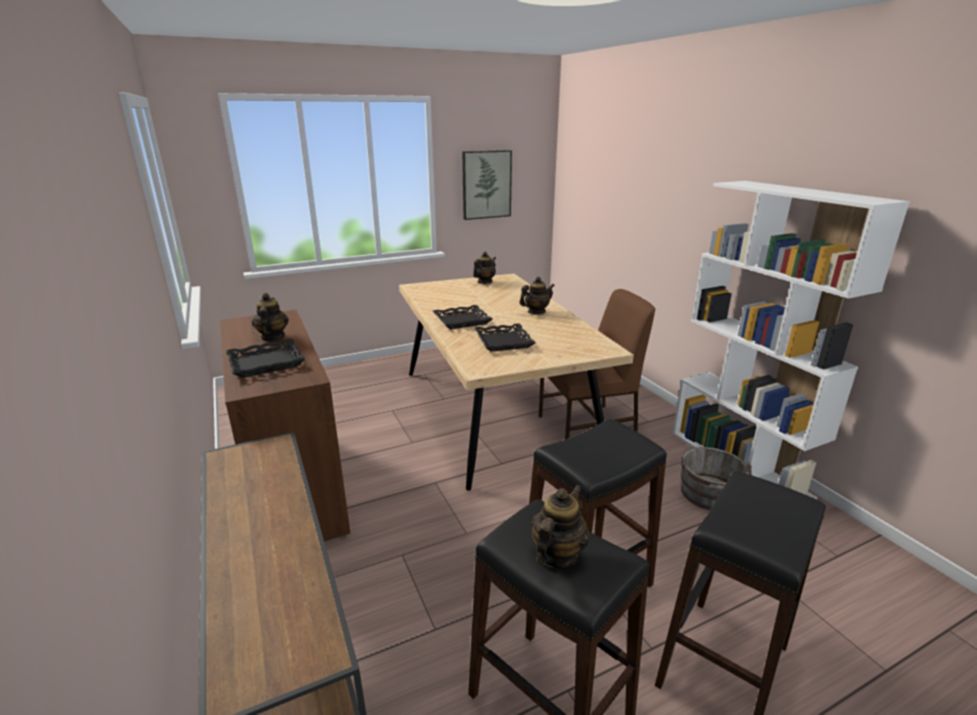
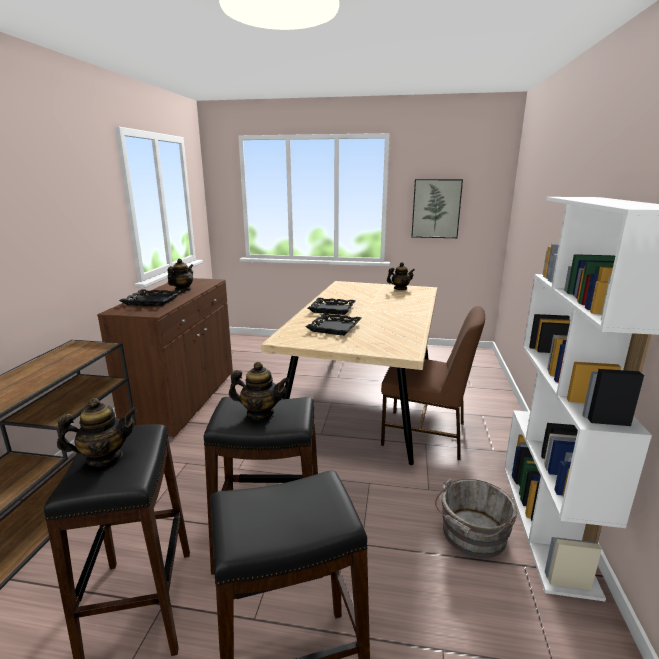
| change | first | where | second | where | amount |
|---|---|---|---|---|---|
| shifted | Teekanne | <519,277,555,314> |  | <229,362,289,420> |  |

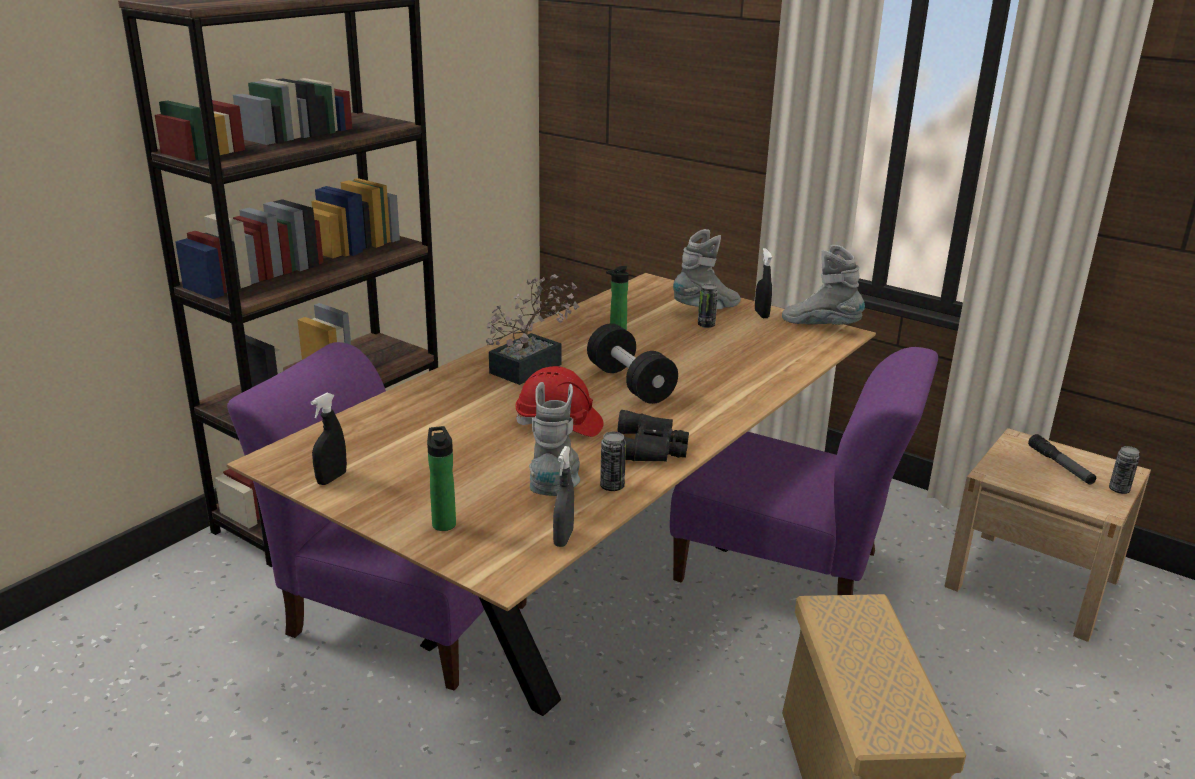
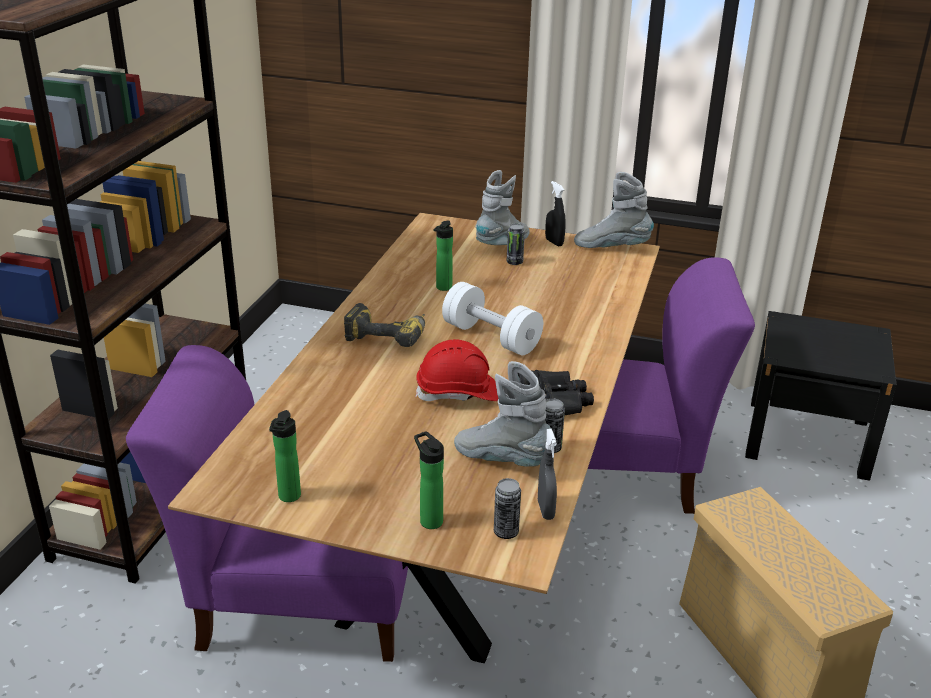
| change | first | where | second | where | amount |
|---|---|---|---|---|---|
| gone | Taschenlampe | <1028,434,1096,484> |  |  |  |
| shifted | Dose | <1109,446,1140,494> |  | <494,478,521,539> |  |
| swapped | Sprühflasche (schwarz) | <310,393,347,485> | Flasche | <269,410,301,502> |  |
| swapped | Topfpflanze | <486,274,580,385> | Bohrmaschine | <344,303,425,347> |  |
| repainted | Hantel (schwarz) | <587,323,678,404> | Hantel (weiß) | <442,282,543,355> |  |
| repainted | Nachttisch (beige) | <945,428,1151,642> | Nachttisch (schwarz) | <745,311,896,481> |  |
| rotated | Stiefel (grau) | <529,382,580,496> |  | <454,361,555,467> | 45 degrees counterclockwise |

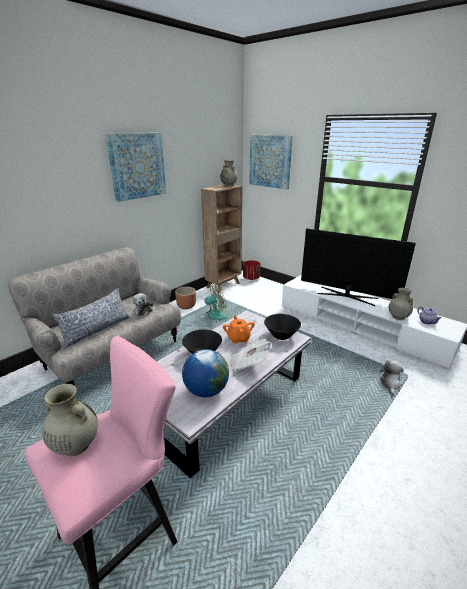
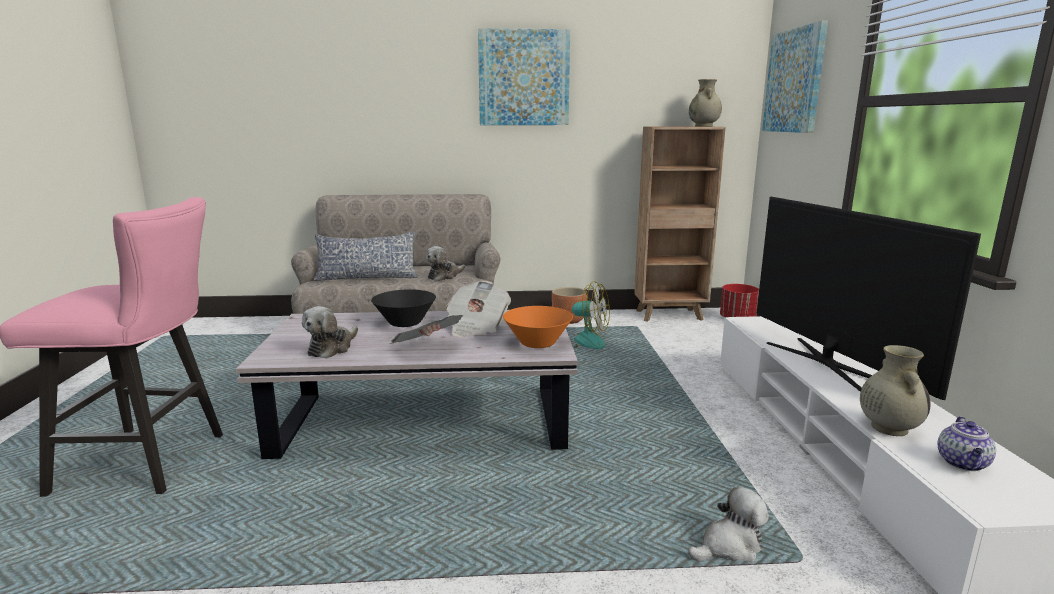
| change | first | where | second | where | amount |
|---|---|---|---|---|---|
| gone | Vase (beige) | <42,384,98,456> |  |  |  |
| swapped | Globus | <182,349,229,397> | Plüschtier | <302,306,358,359> |  |
| swapped | Teekanne (orange) | <223,316,255,344> | Zeitung | <446,281,511,337> |  |
| repainted | Schüssel (schwarz) | <264,314,301,340> | Schüssel (orange) | <503,306,573,348> |  |

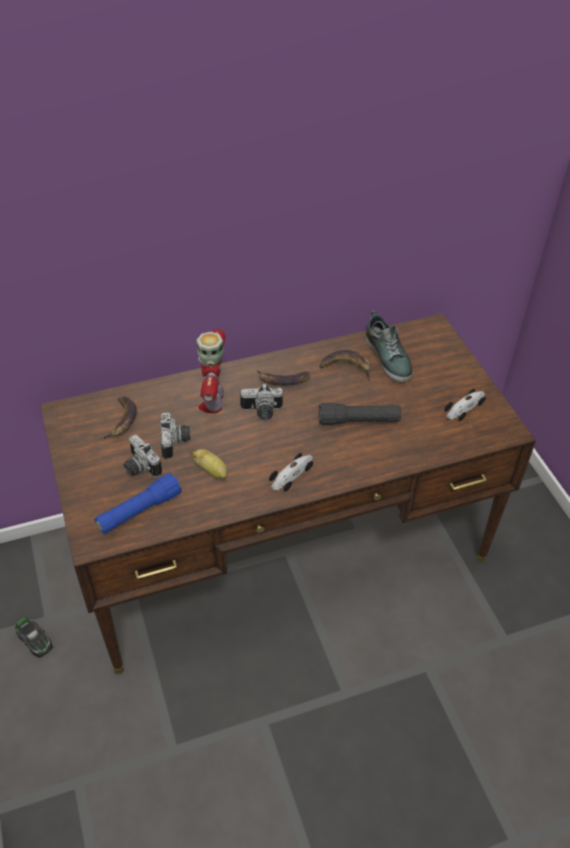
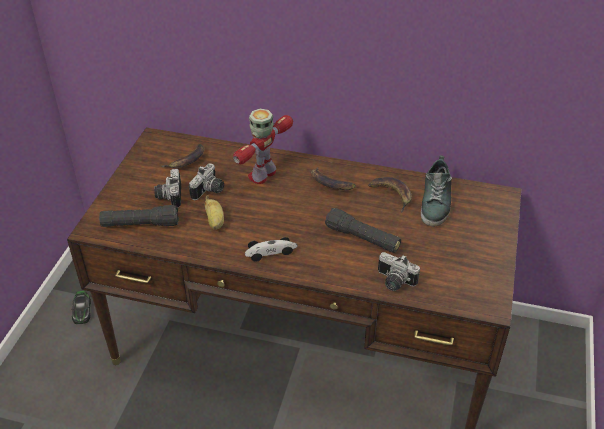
| change | first | where | second | where | amount |
|---|---|---|---|---|---|
| gone | Spielzeugauto | <445,389,486,421> |  |  |  |
| shifted | Kamera | <240,384,283,420> |  | <378,252,420,291> |  |
| repainted | Taschenlampe (blau) | <95,473,182,534> | Taschenlampe (schwarz) | <99,205,179,227> |  |

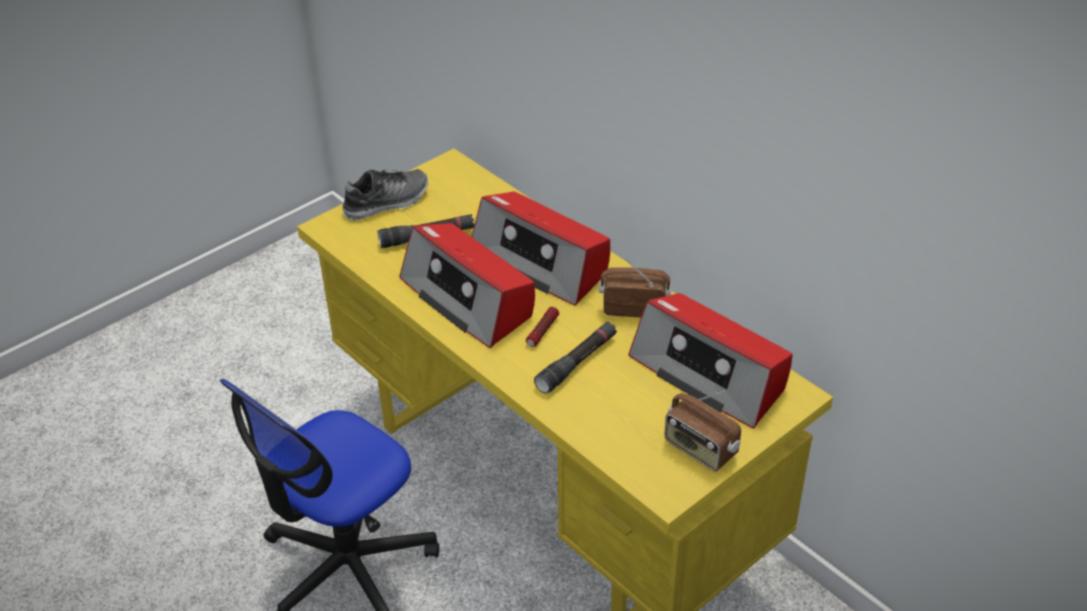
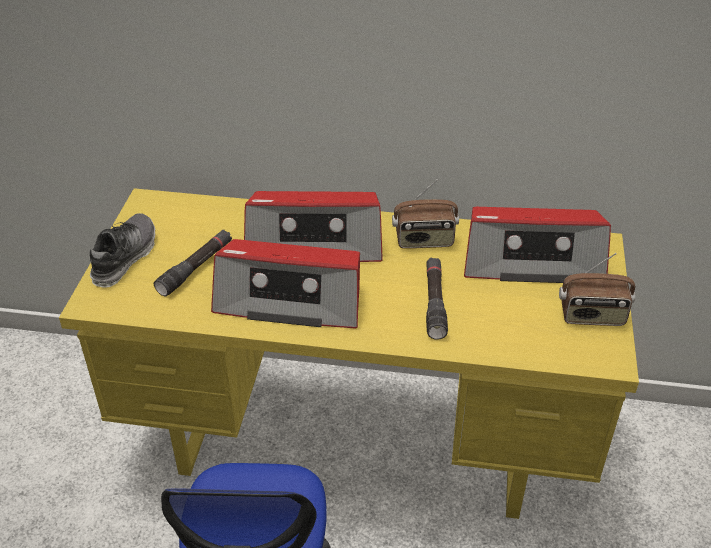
| change | first | where | second | where | amount |
|---|---|---|---|---|---|
| gone | Taschenlampe | <526,307,559,347> |  |  |  |
| rotated | Radio | <599,258,671,317> |  | <392,180,459,248> | 150 degrees counterclockwise |

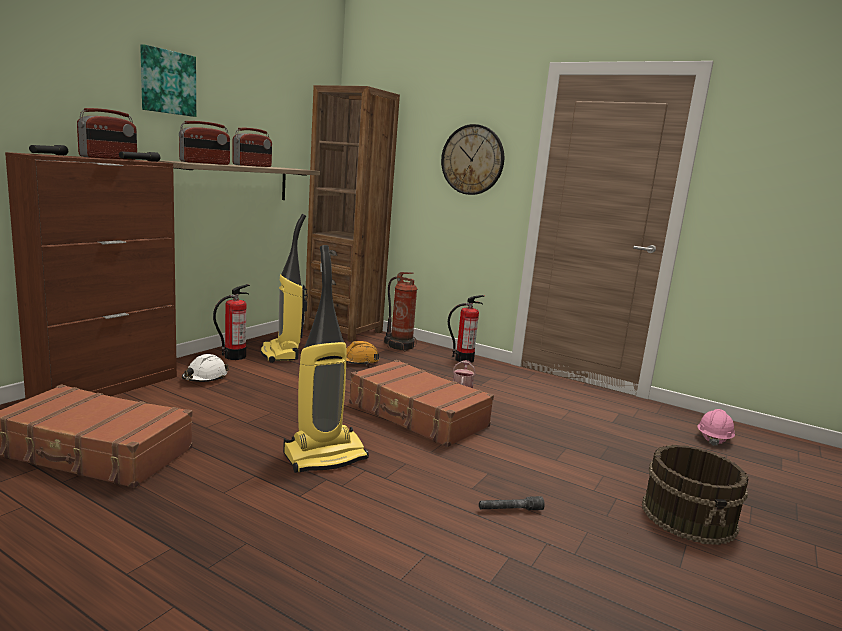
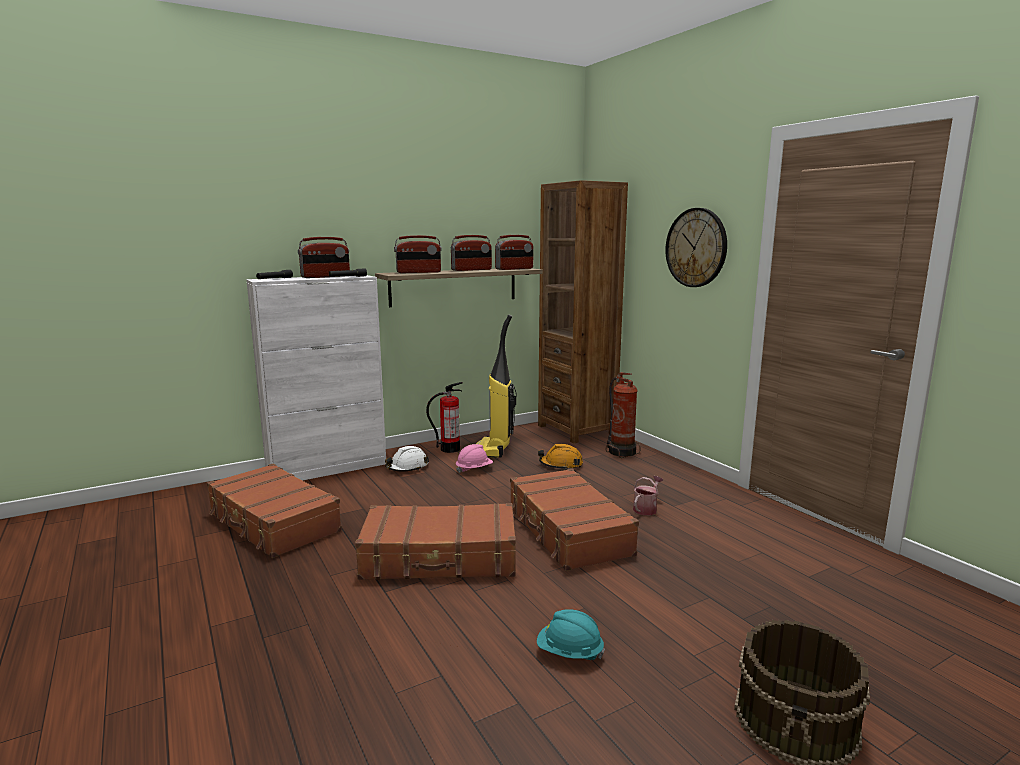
| change | first | where | second | where | amount |
|---|---|---|---|---|---|
| gone | Bild | <140,44,196,117> |  |  |  |
| gone | Feuerlöscher | <448,295,484,363> |  |  |  |
| new |  |  | Radio | <495,235,533,270> |  |
| shifted | Schutzhelm (rosa) | <697,409,735,446> |  | <456,444,493,473> |  |
| swapped | Staubsauger | <283,245,369,473> | Koffer (braun) | <355,503,516,580> |  |
| swapped | Taschenlampe (grau) | <479,496,545,510> | Schutzhelm (türkis) | <537,609,605,660> |  |
| repainted | Schrank (braun) | <5,152,177,399> | Schrank (weiß) | <246,275,386,481> |  |

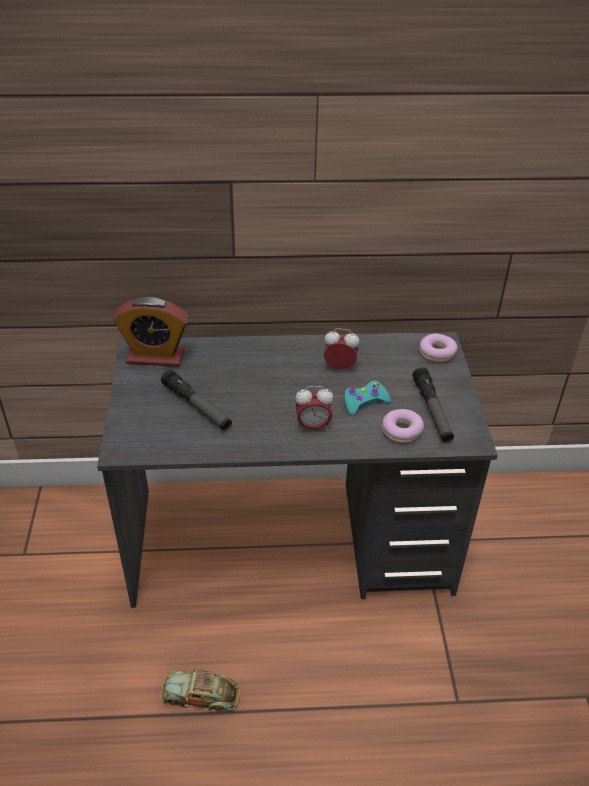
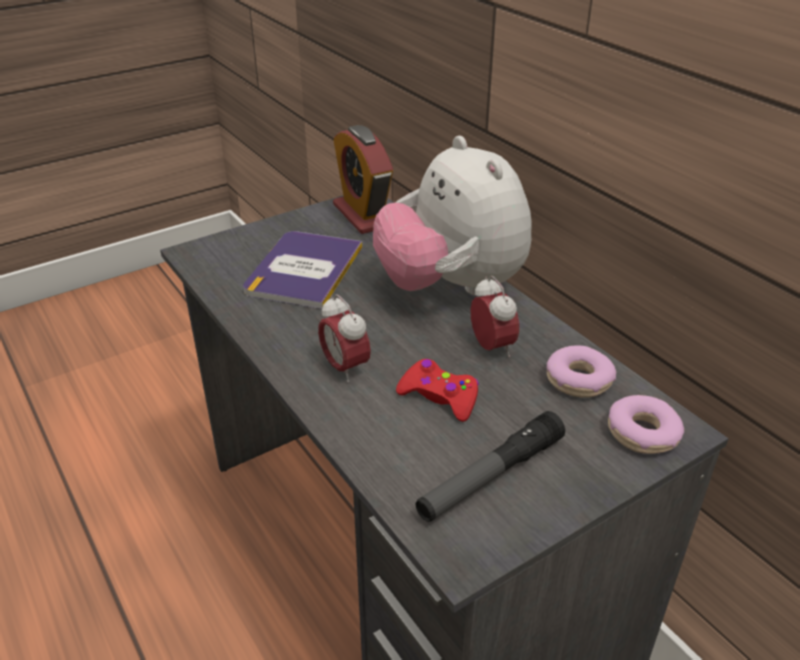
| change | first | where | second | where | amount |
|---|---|---|---|---|---|
| gone | Spielzeugauto | <161,669,240,712> |  |  |  |
| new |  |  | Plüschtier | <373,136,532,296> |  |
| shifted | Donut | <382,409,424,443> |  | <547,345,616,398> |  |
| swapped | Taschenlampe | <161,370,232,430> | Buch | <243,231,362,309> |  |
| repainted | Gamepad (türkis) | <344,381,391,416> | Gamepad (rot) | <396,359,479,422> |  |

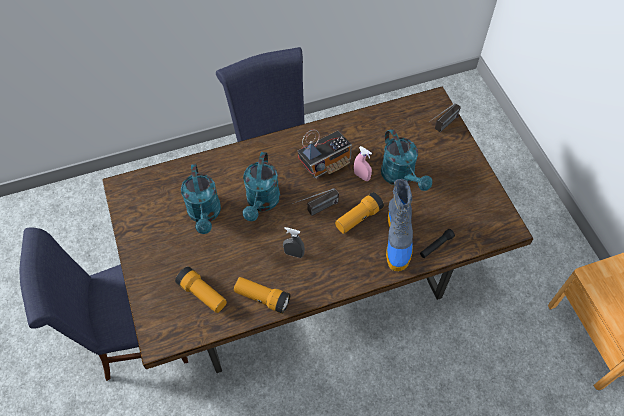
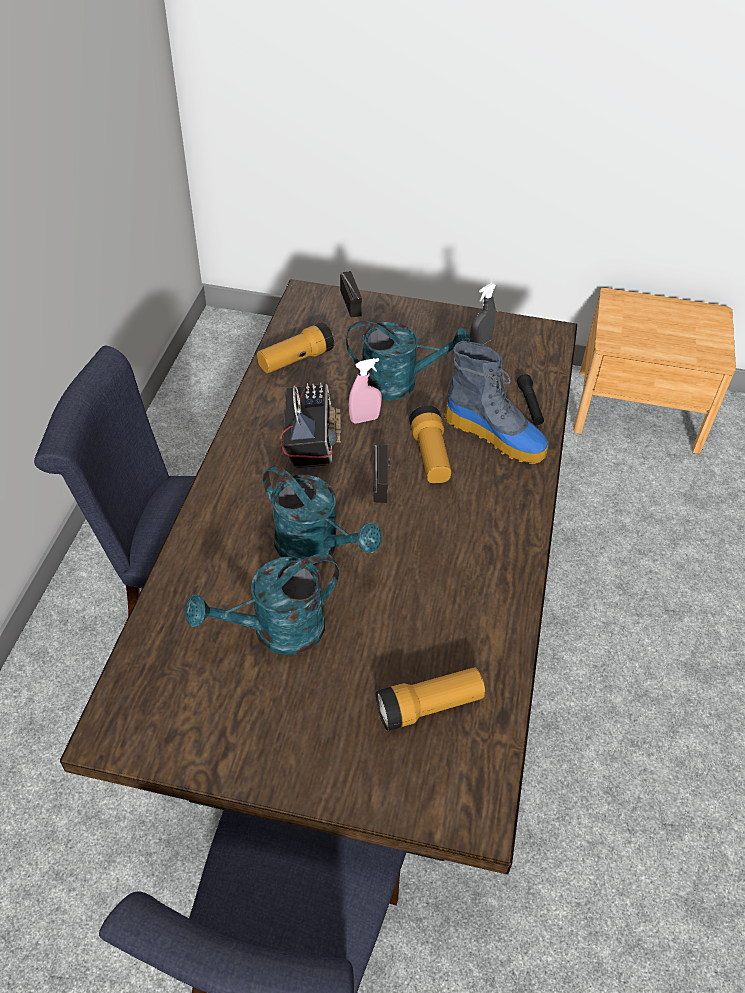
| change | first | where | second | where | amount |
|---|---|---|---|---|---|
| shifted | Taschenlampe | <234,277,291,314> |  | <257,322,334,374> |  |
| shifted | Sprühflasche (grau) | <283,227,305,258> |  | <470,283,496,345> |  |
| rotated | Gießkanne (türkis) | <181,164,221,234> |  | <185,554,340,655> | 135 degrees clockwise |

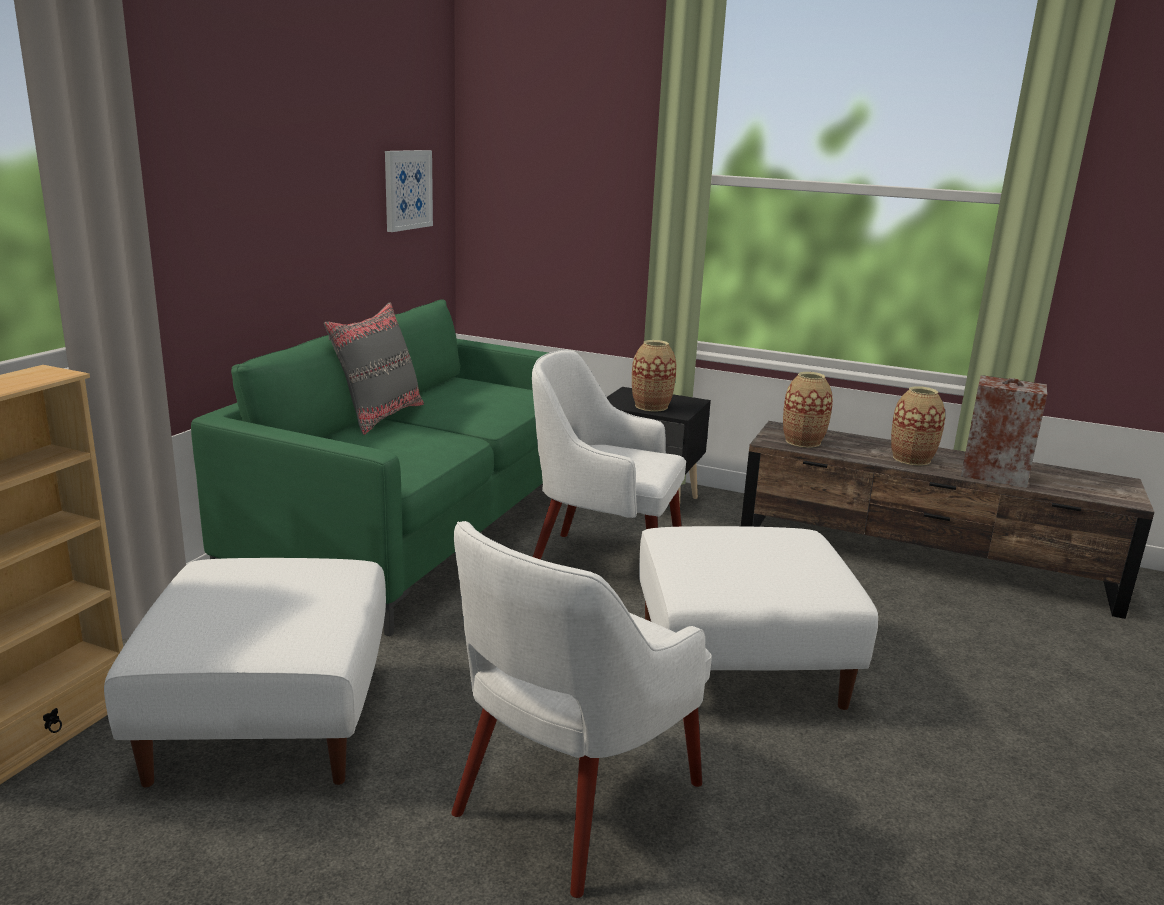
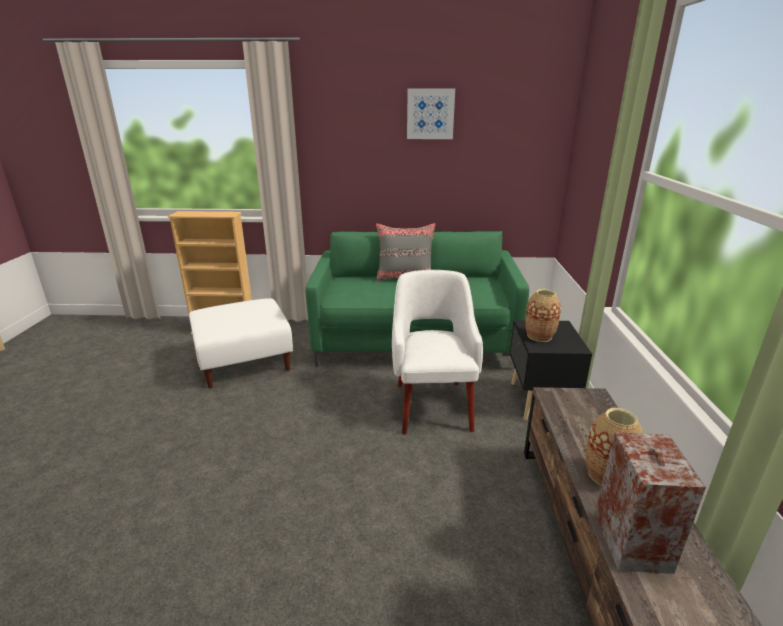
| change | first | where | second | where | amount |
|---|---|---|---|---|---|
| gone | Sessel (weiß) | <451,521,712,898> |  |  |  |
| gone | Polsterhocker (weiß) | <639,526,878,710> |  |  |  |
| gone | Vase | <783,372,833,448> |  |  |  |
| shifted | Bild | <385,150,433,232> |  | <407,89,455,139> |  |

